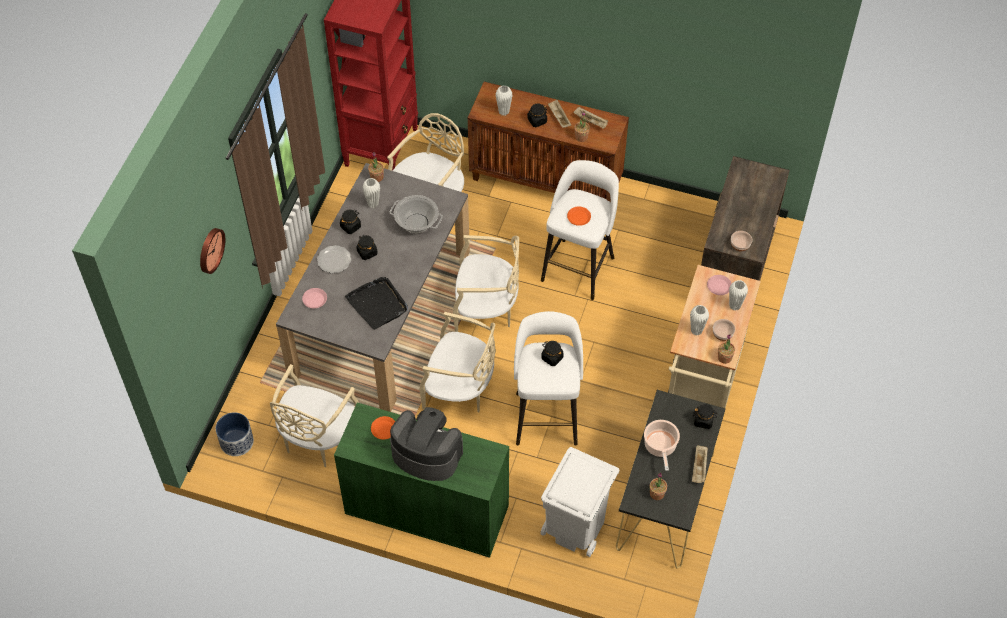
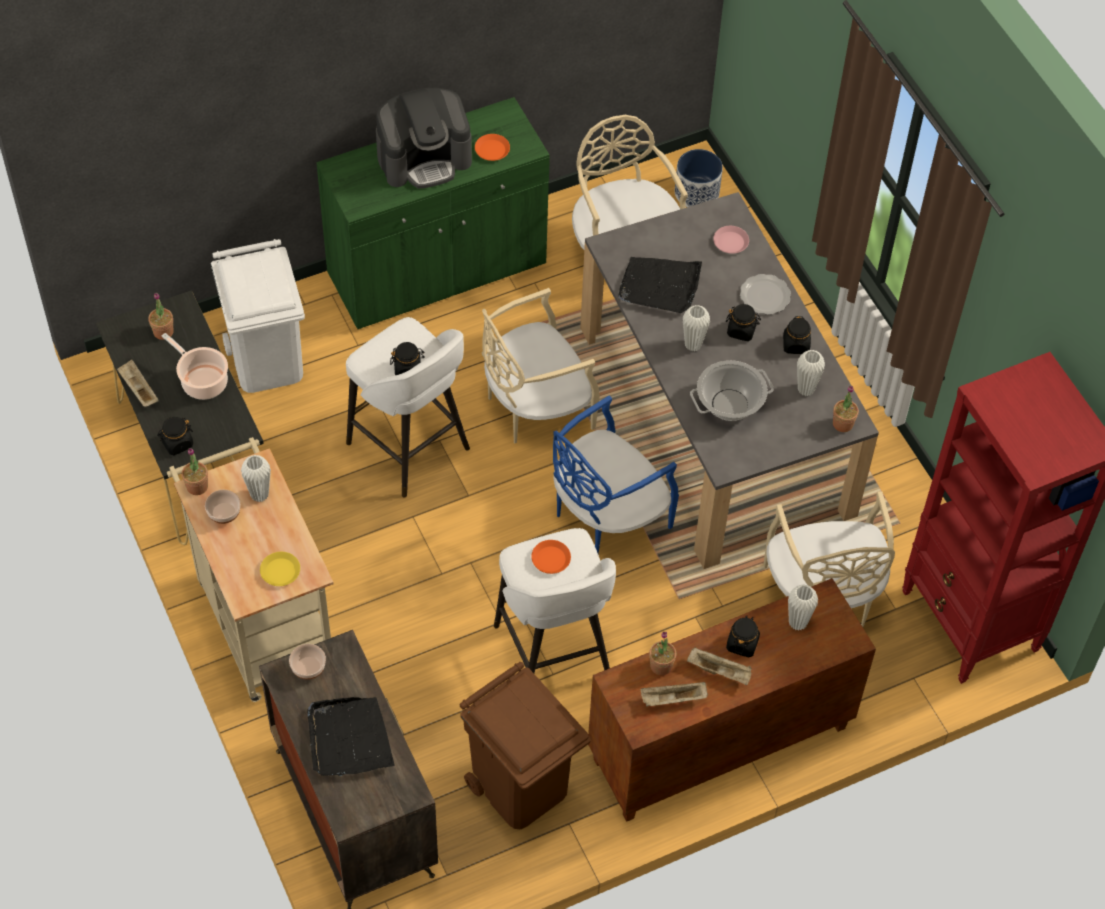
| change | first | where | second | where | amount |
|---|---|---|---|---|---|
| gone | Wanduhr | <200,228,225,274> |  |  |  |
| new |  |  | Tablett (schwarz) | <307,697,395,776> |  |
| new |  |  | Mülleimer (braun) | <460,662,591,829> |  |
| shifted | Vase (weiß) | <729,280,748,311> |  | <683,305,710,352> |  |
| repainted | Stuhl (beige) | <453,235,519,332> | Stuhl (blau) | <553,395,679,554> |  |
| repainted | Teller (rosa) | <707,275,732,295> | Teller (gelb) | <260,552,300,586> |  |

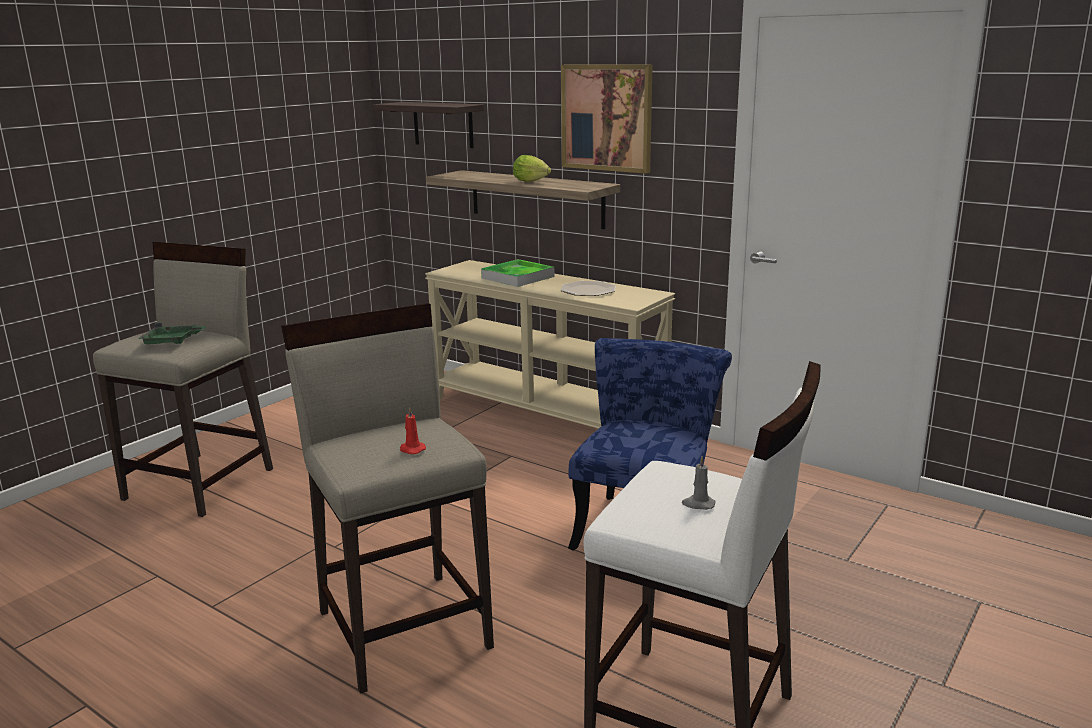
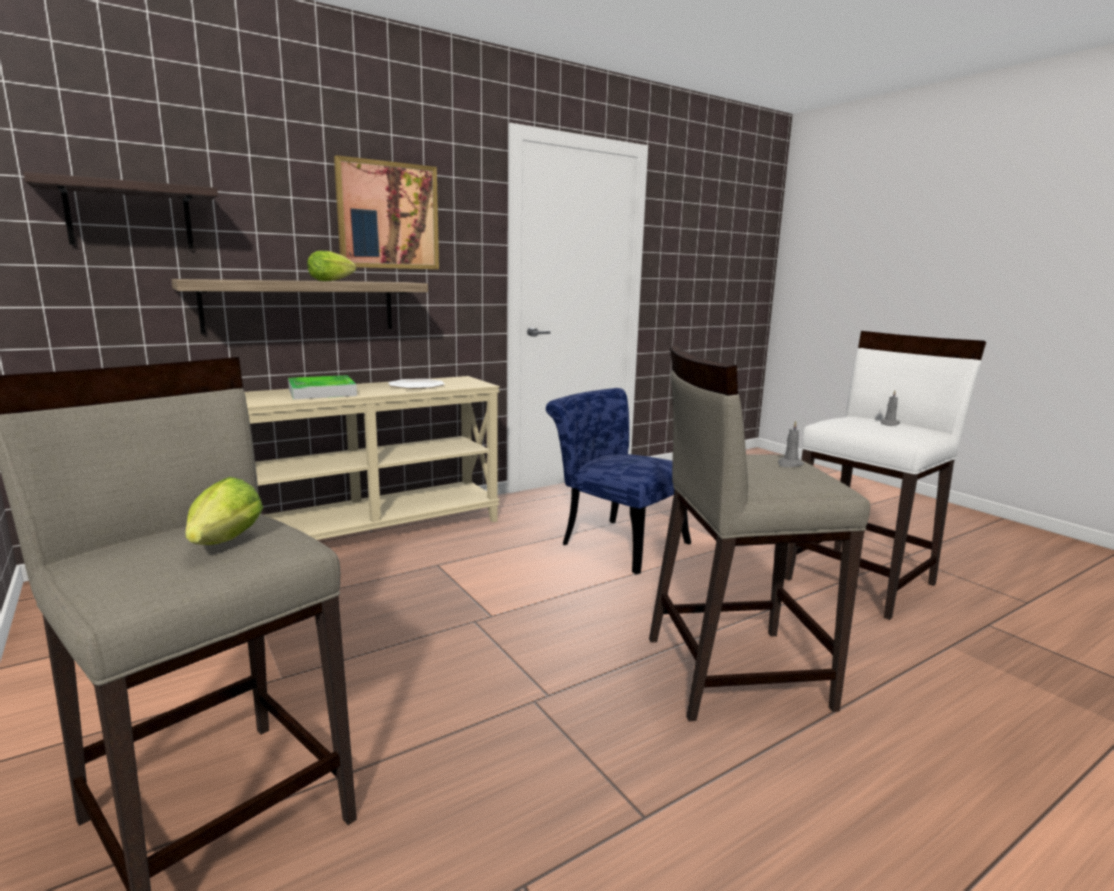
| change | first | where | second | where | amount |
|---|---|---|---|---|---|
| swapped | Tablett (grün) | <138,323,206,344> | Salatkopf | <185,477,263,545> |  |
| repainted | Kerze (rot) | <400,407,426,454> | Kerze (grau) | <778,421,804,467> |  |

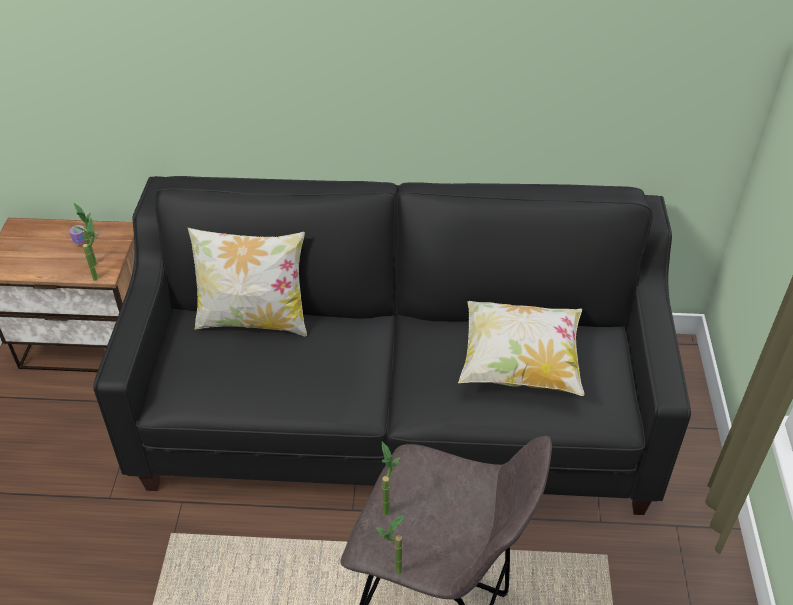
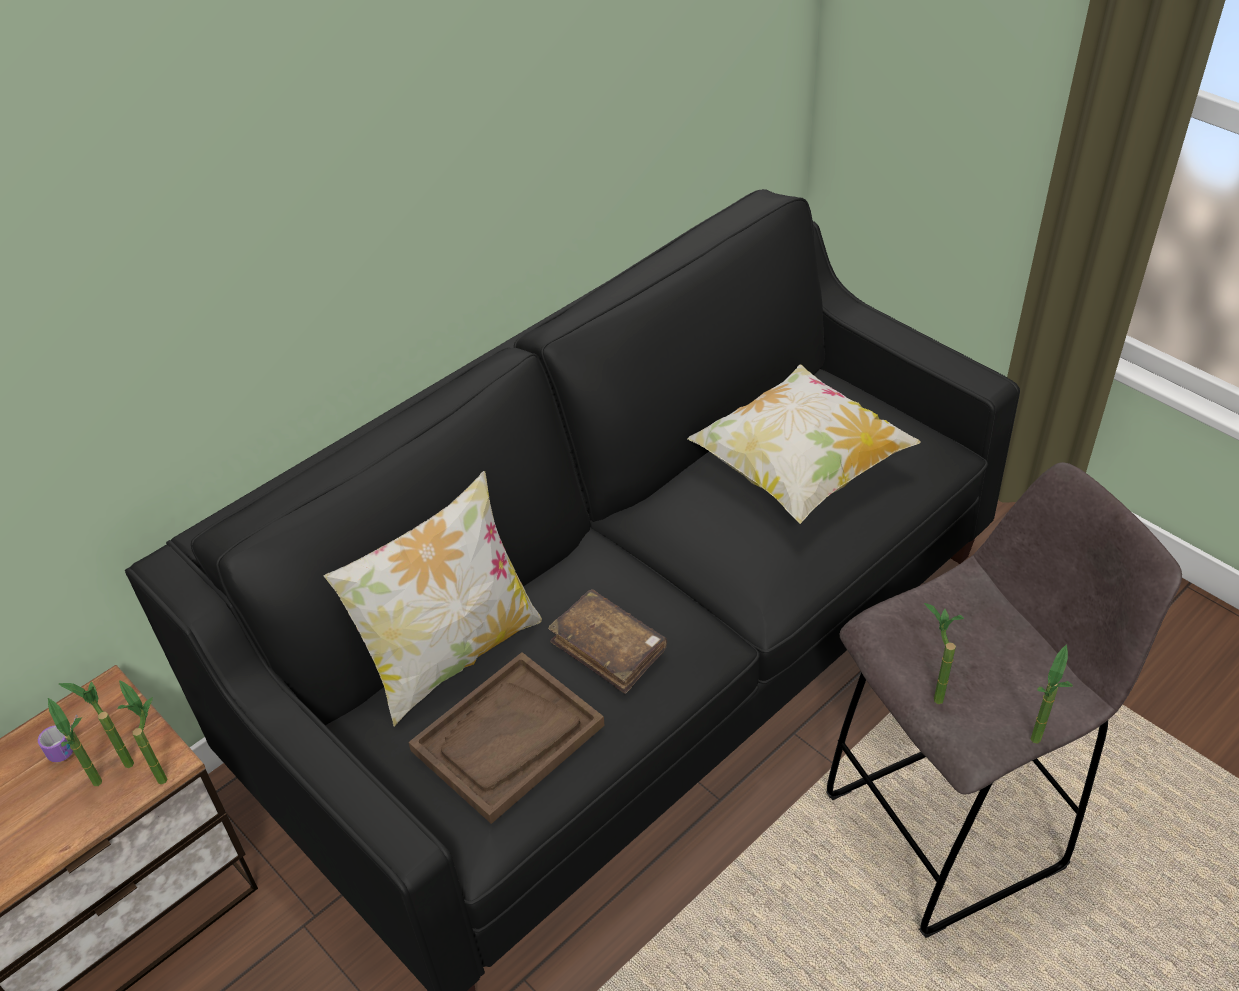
| change | first | where | second | where | amount |
|---|---|---|---|---|---|
| new |  |  | Topfpflanze | <48,698,102,786> |  |
| new |  |  | Tablett (braun) | <408,652,605,824> |  |
| new |  |  | Buch (braun) | <548,589,667,694> |  |

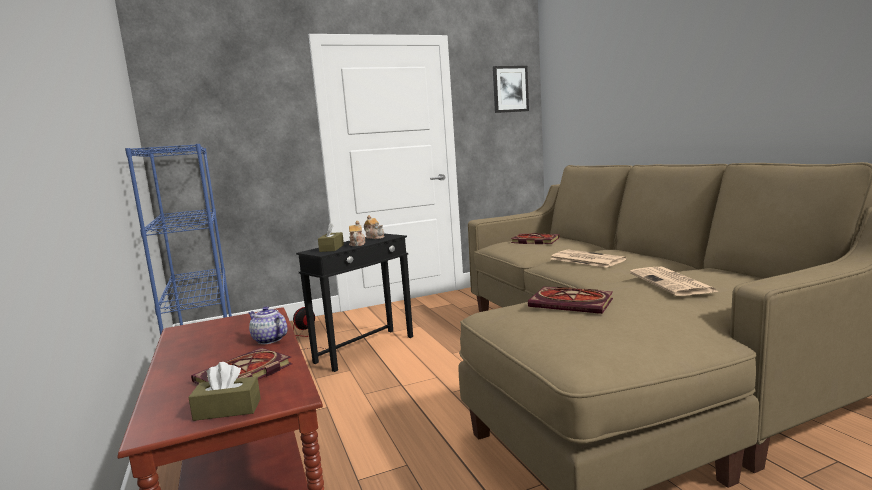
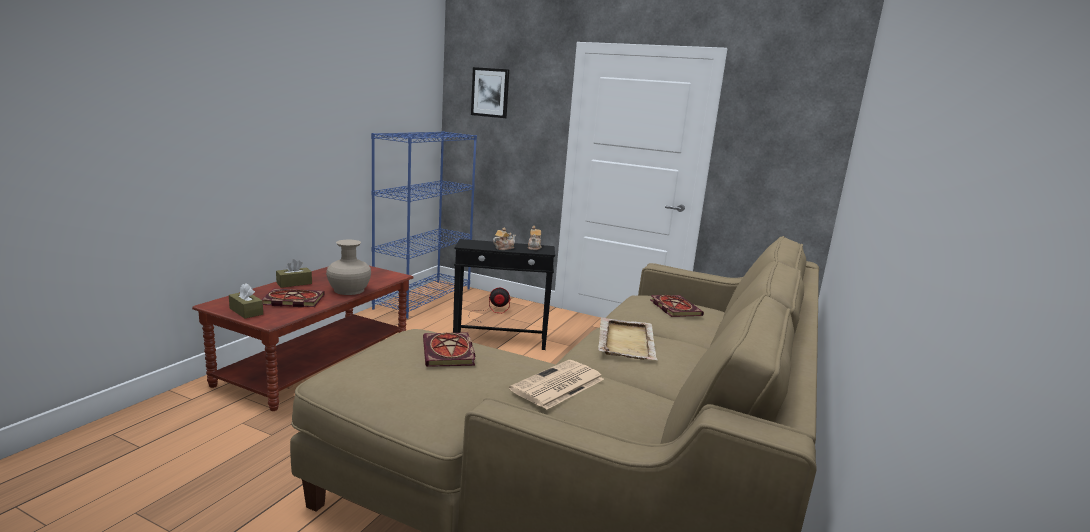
| change | first | where | second | where | amount |
|---|---|---|---|---|---|
| shifted | Taschentuchbox (braun) | <318,222,344,252> |  | <276,259,312,288> |  |
| shifted | Bild | <493,66,529,113> |  | <471,67,509,118> |  |
| swapped | Teekanne | <248,306,288,344> | Vase (beige) | <326,240,371,295> |  |
| swapped | Zeitung | <551,250,627,268> | Tablett (beige) | <598,317,658,360> |  |

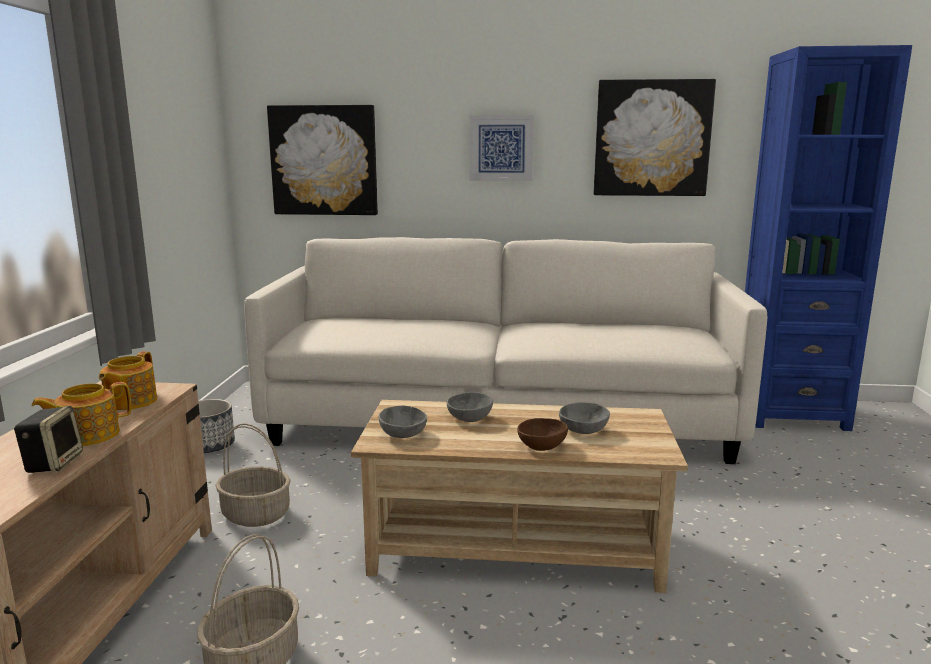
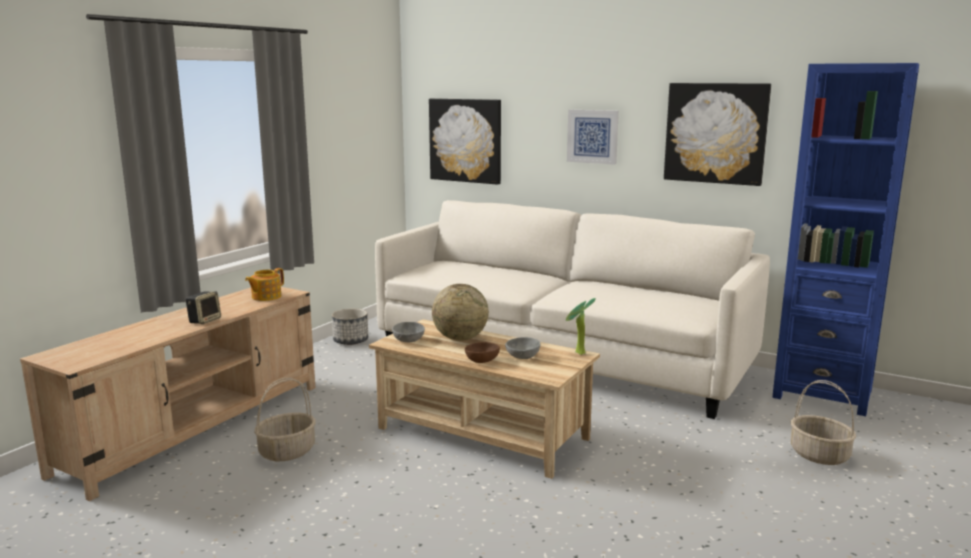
| change | first | where | second | where | amount |
|---|---|---|---|---|---|
| gone | Teekanne | <31,382,131,446> |  |  |  |
| new |  |  | Topfpflanze | <566,298,596,355> |  |
| shifted | Korb | <216,423,291,527> |  | <791,380,856,465> |  |
| swapped | Schüssel (grau) | <447,392,493,422> | Globus | <432,284,489,341> |  |

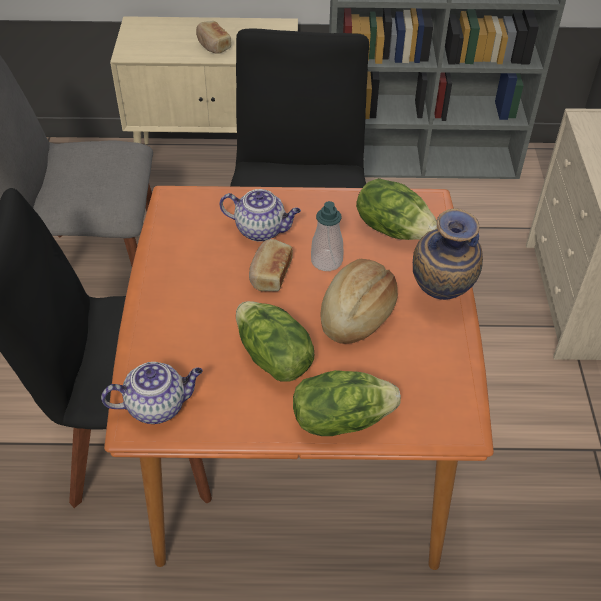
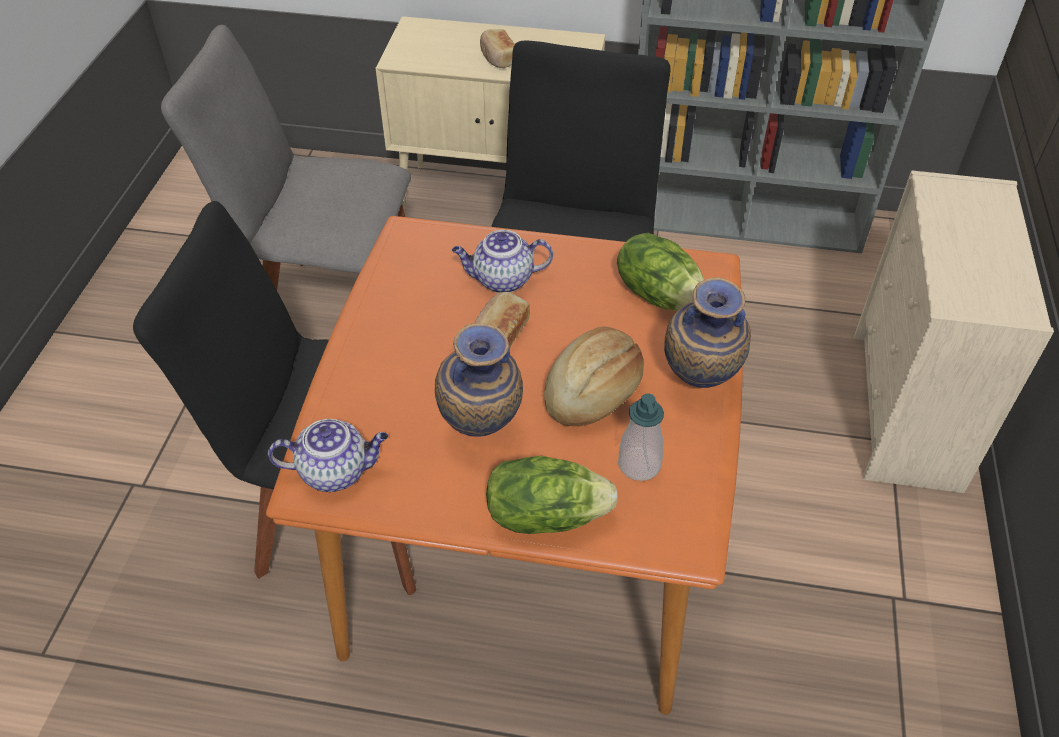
| change | first | where | second | where | amount |
|---|---|---|---|---|---|
| shifted | Seifenspender | <311,201,343,271> |  | <618,393,664,481> |  |
| swapped | Salatkopf | <236,301,314,382> | Vase | <435,323,523,437> |  |
| rotated | Teekanne | <220,189,301,242> |  | <452,230,553,293> | 150 degrees clockwise |

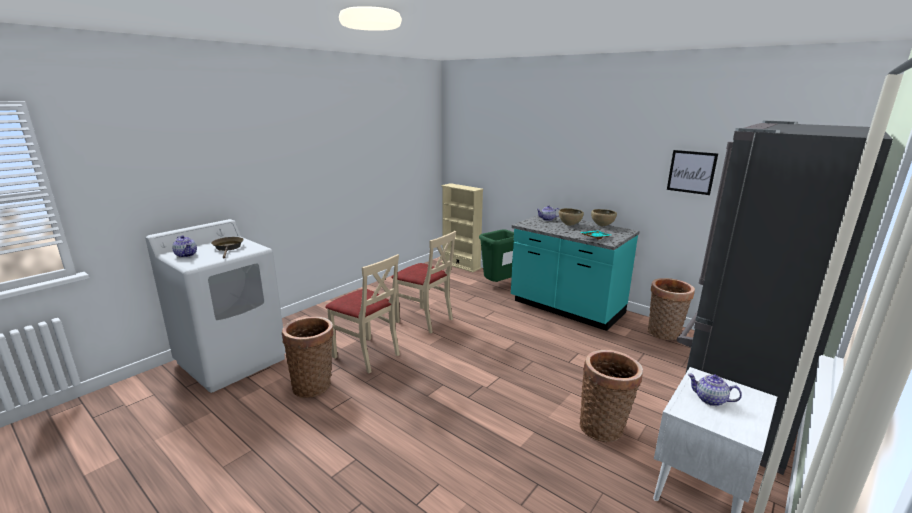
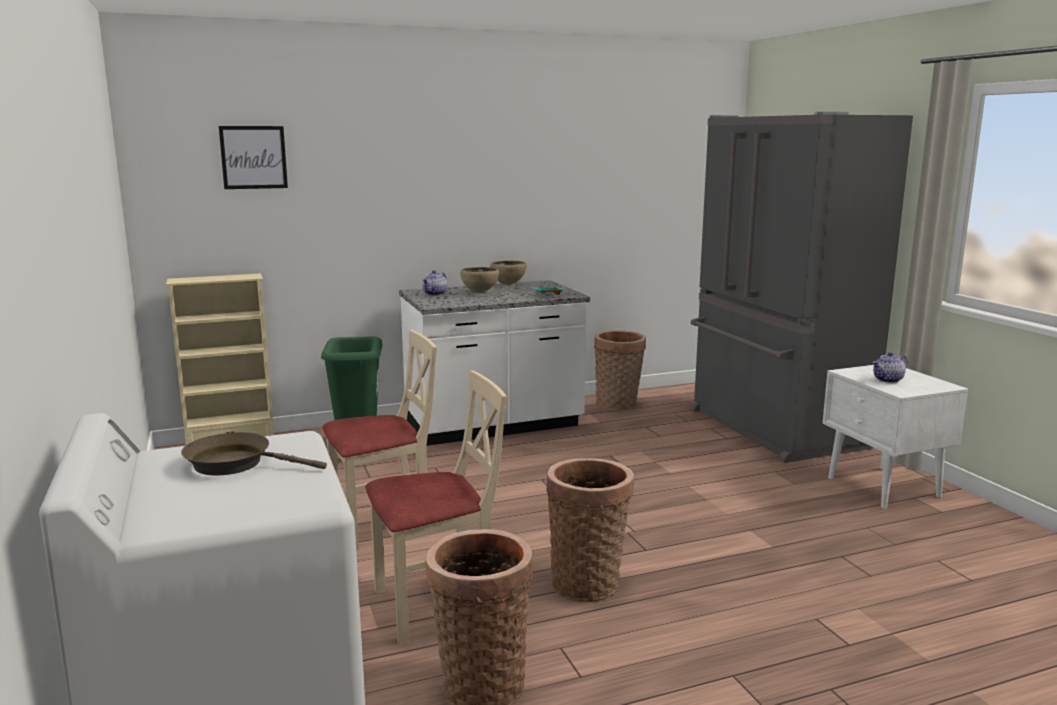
| change | first | where | second | where | amount |
|---|---|---|---|---|---|
| gone | Teekanne | <172,235,197,258> |  |  |  |
| shifted | Korb | <580,350,643,442> |  | <546,458,634,602> |  |
| shifted | Bild | <667,150,718,195> |  | <219,126,288,189> |  |
| repainted | Küchenzeile (türkis) | <511,215,640,331> | Küchenzeile (weiß) | <399,280,590,446> |  |

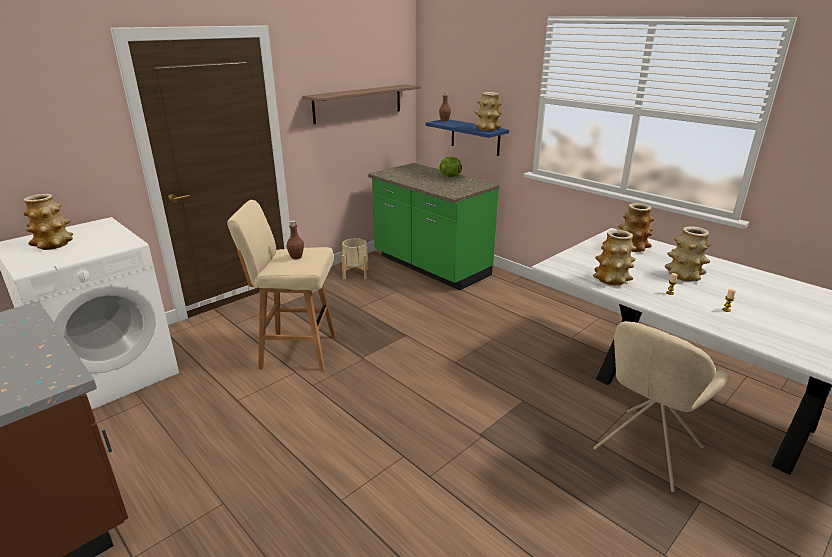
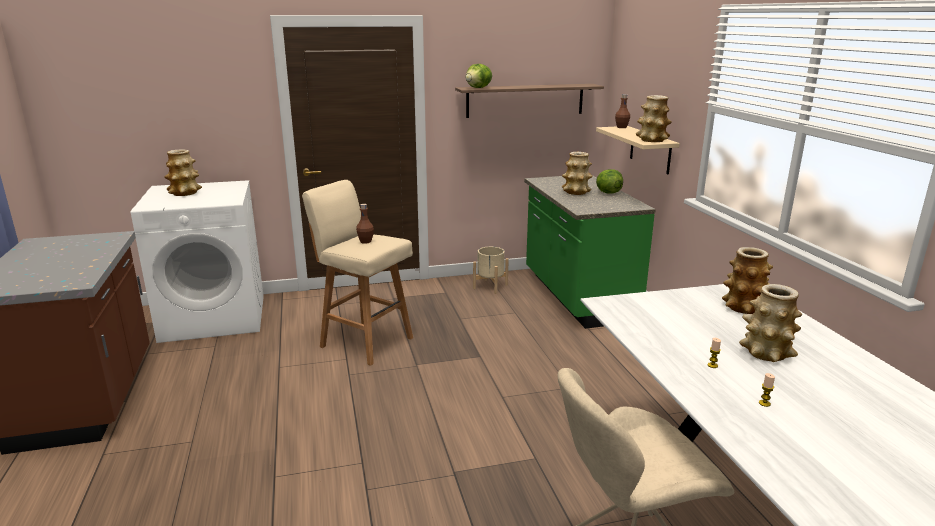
| change | first | where | second | where | amount |
|---|---|---|---|---|---|
| new |  |  | Salatkopf | <466,64,492,88> |  |
| shifted | Vase | <593,230,637,285> |  | <562,152,593,195> |  |
| repainted | Wandregal (blau) | <426,119,509,156> | Wandregal (beige) | <596,126,680,175> |  |

